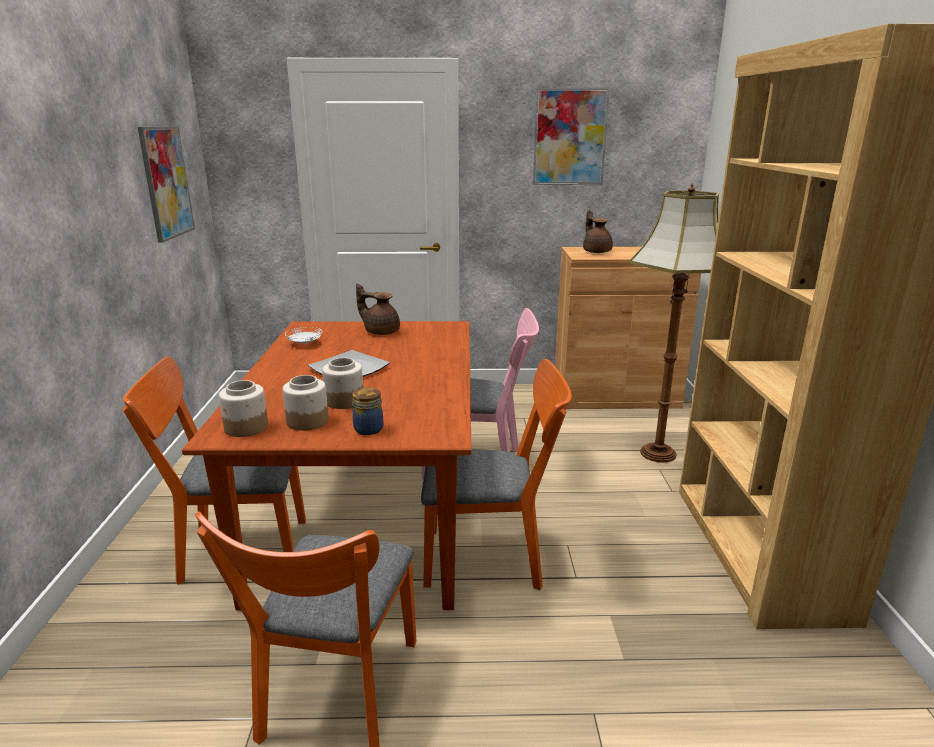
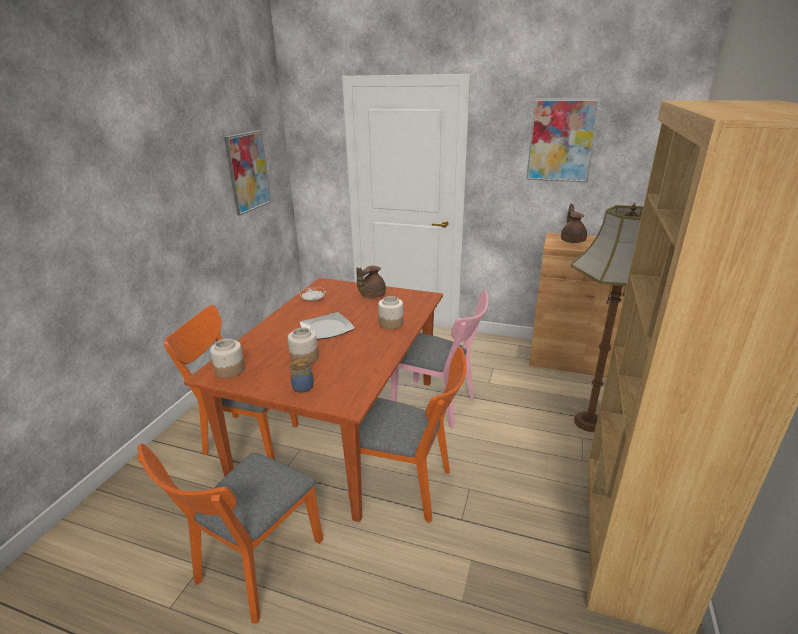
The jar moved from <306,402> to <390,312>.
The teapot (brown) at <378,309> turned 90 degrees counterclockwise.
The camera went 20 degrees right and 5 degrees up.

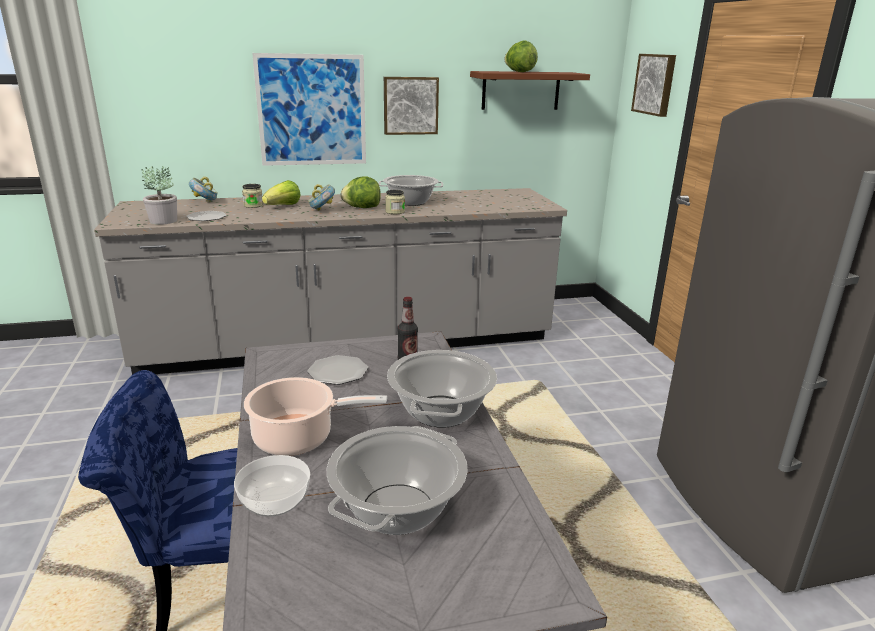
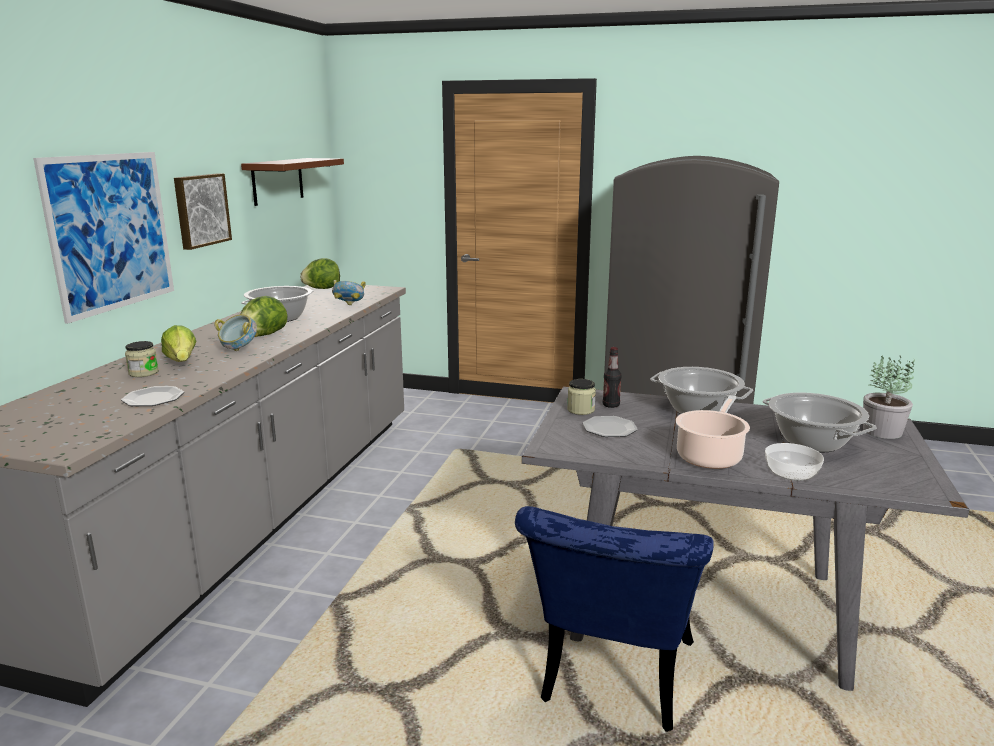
The picture at <653,85> disappeared.
The potted plant moved from <159,195> to <889,397>.
The bowl moved from <203,190> to <349,292>.
The jar moved from <395,202> to <581,397>.
The lettuce moved from <521,56> to <320,273>.
The camera went 60 degrees left and 5 degrees down.

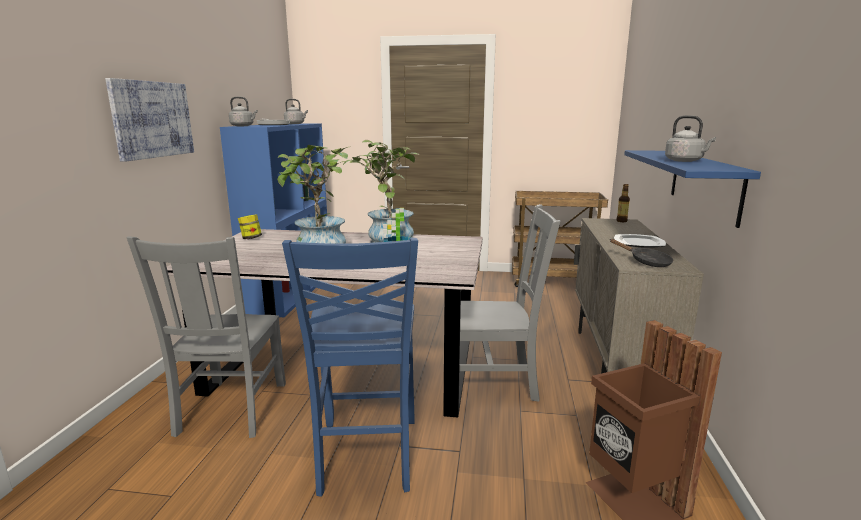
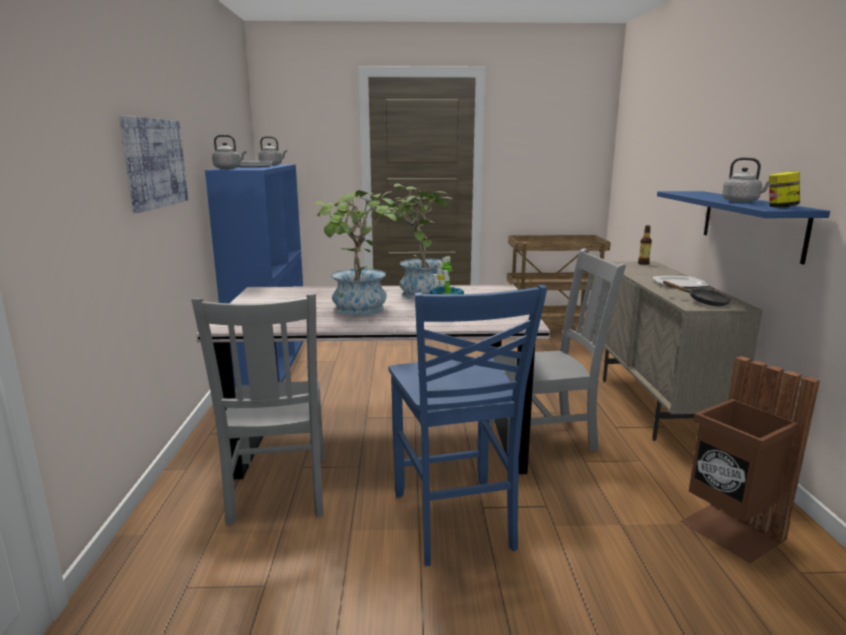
The jar moved from <250,227> to <784,189>.
The camera went 10 degrees left and 0 degrees up.

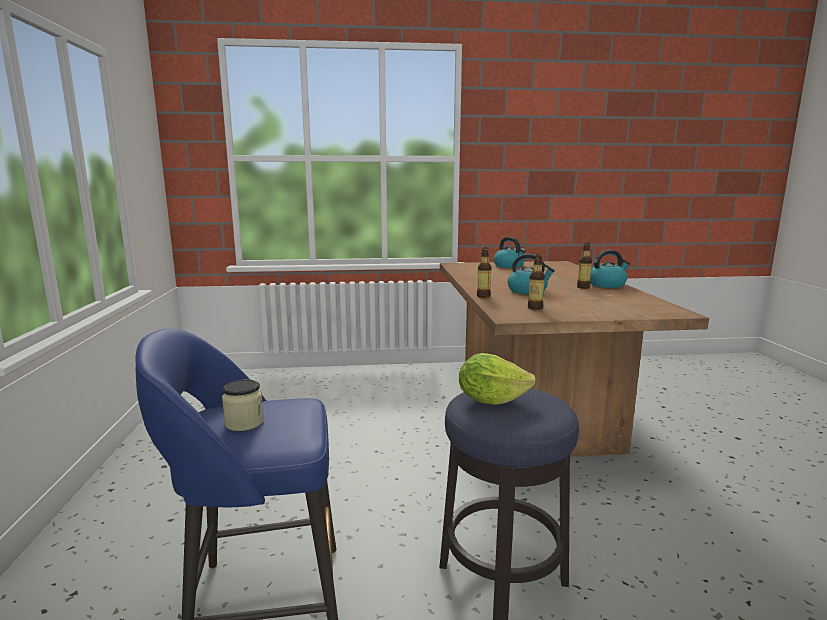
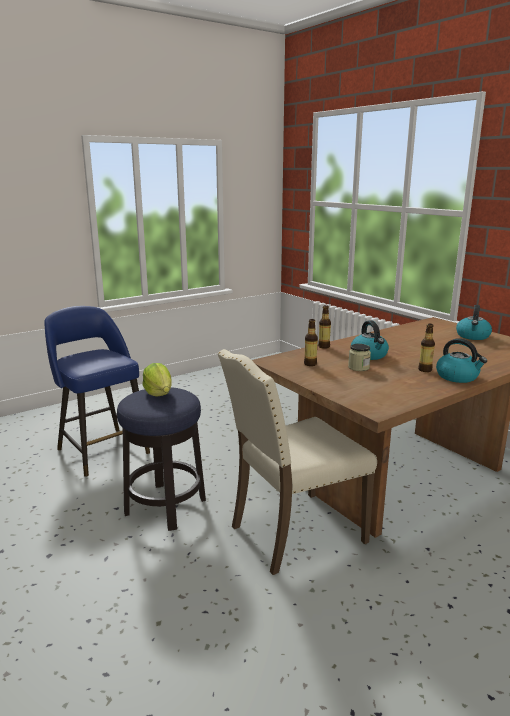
The chair (beige) at <297,462> appeared.
The jar moved from <243,405> to <359,357>.
The camera went 60 degrees right and 5 degrees up.

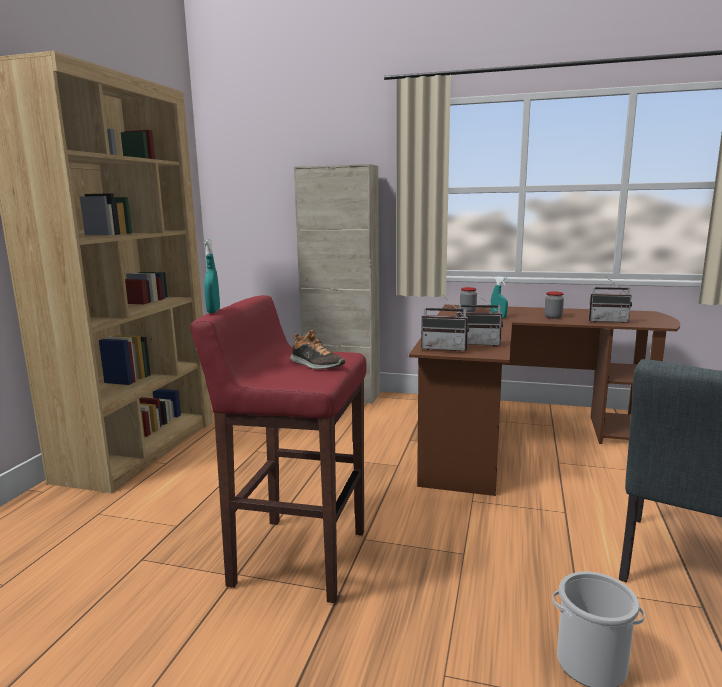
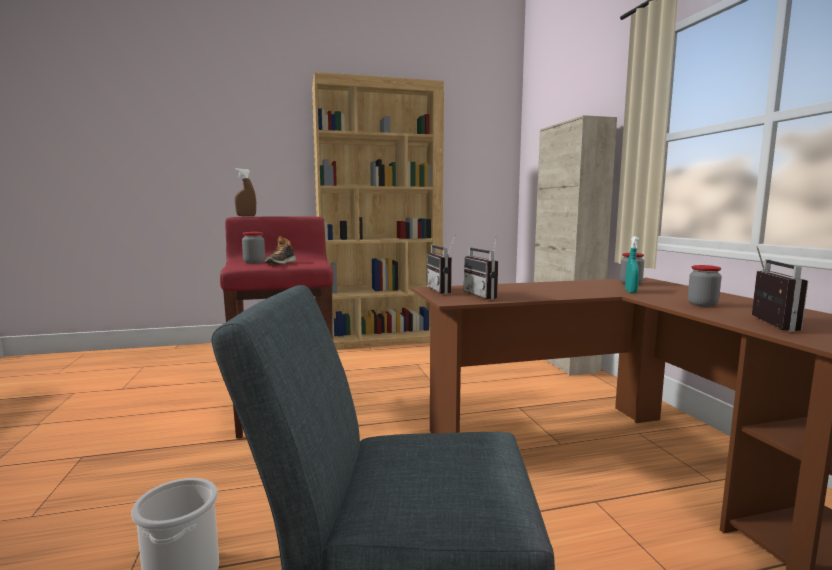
The jar at <253,248> appeared.
The spray bottle (turquoise) at <212,276> became the spray bottle (brown) at <245,192>.
The radio at <610,299> turned 150 degrees counterclockwise.
The camera went 60 degrees right and 5 degrees down.

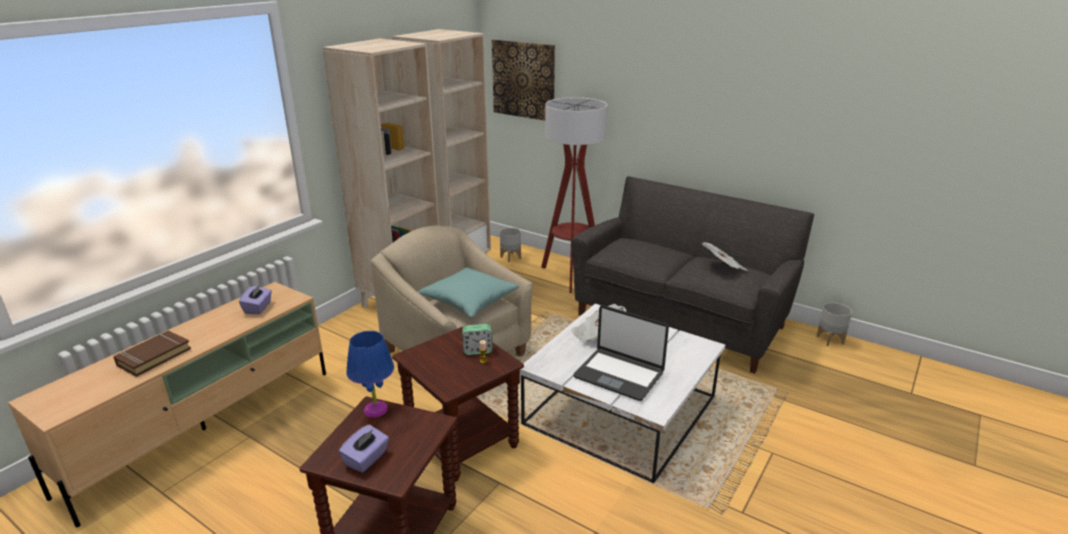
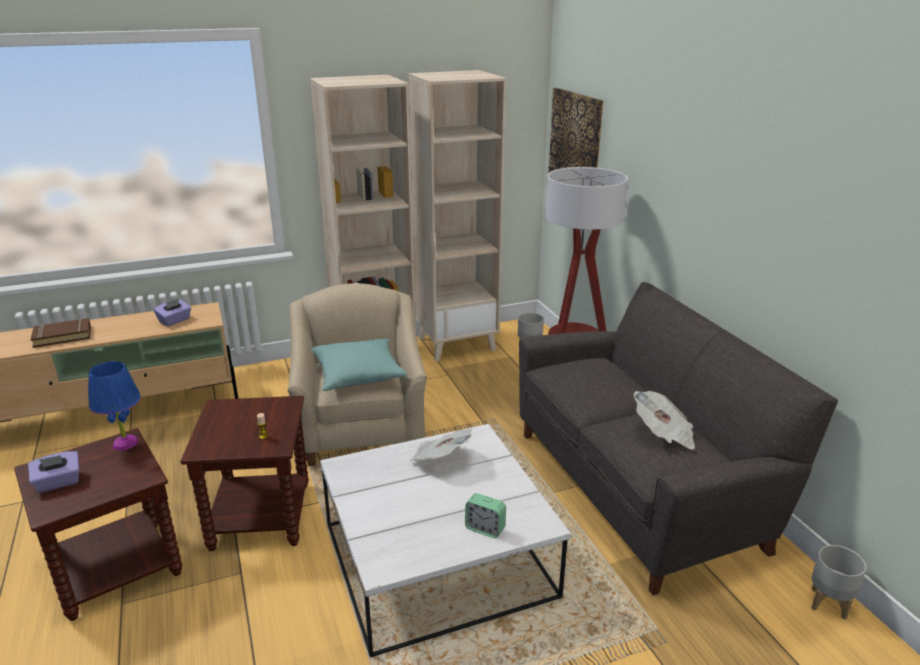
The laptop at <621,353> disappeared.
The alarm clock moved from <477,339> to <485,515>.
The camera went 35 degrees right and 0 degrees up.

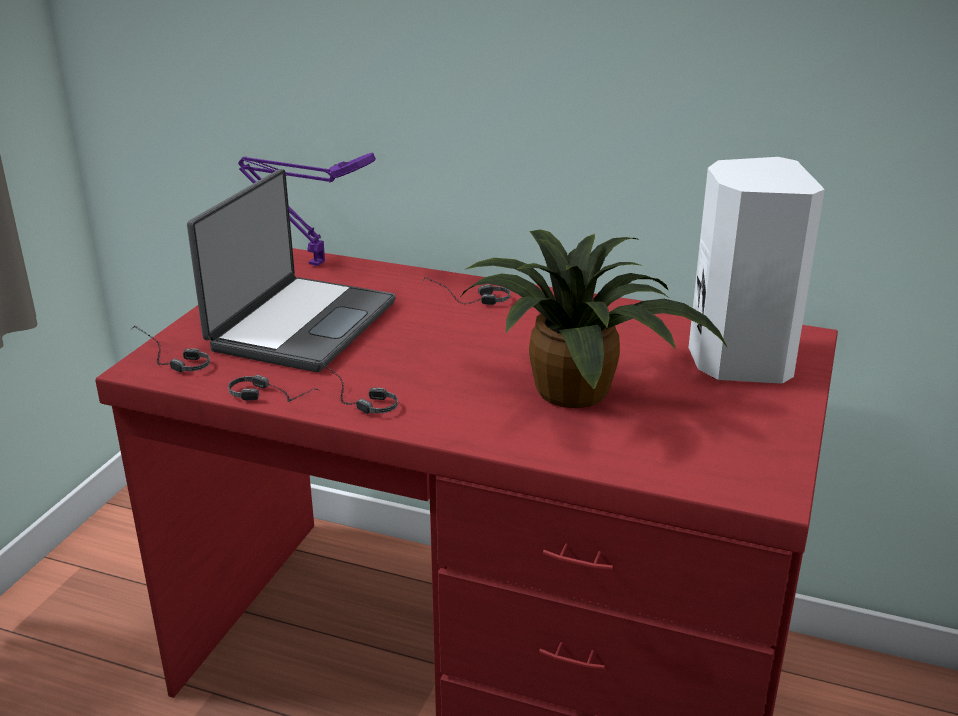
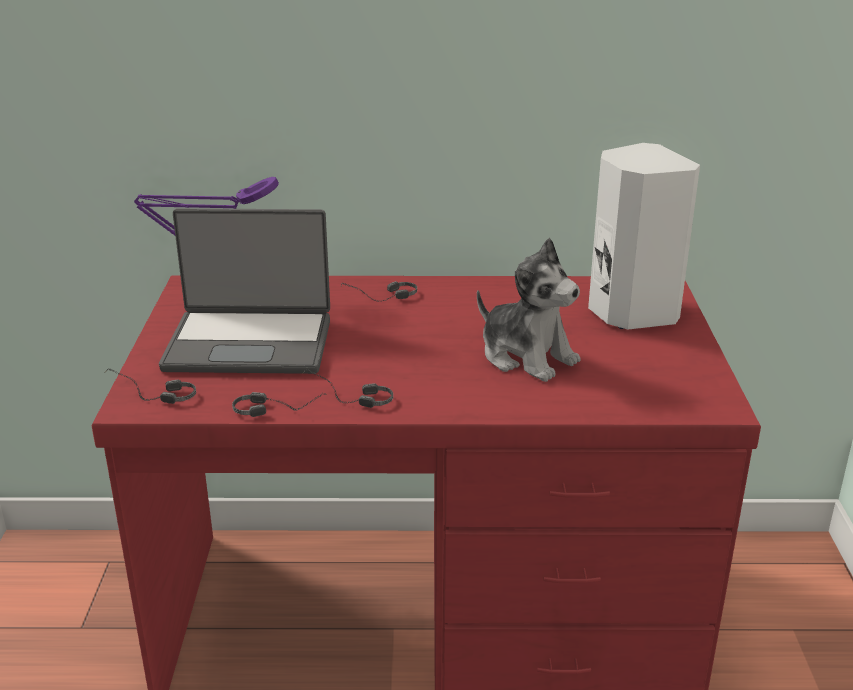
The potted plant at <594,319> was replaced by the plush toy at <528,310>.
The laptop at <291,270> turned 90 degrees clockwise.
The camera went 20 degrees left and 0 degrees up.

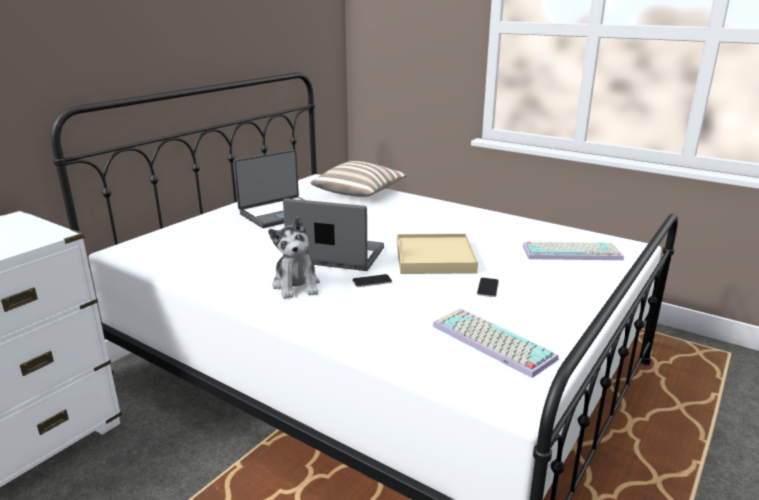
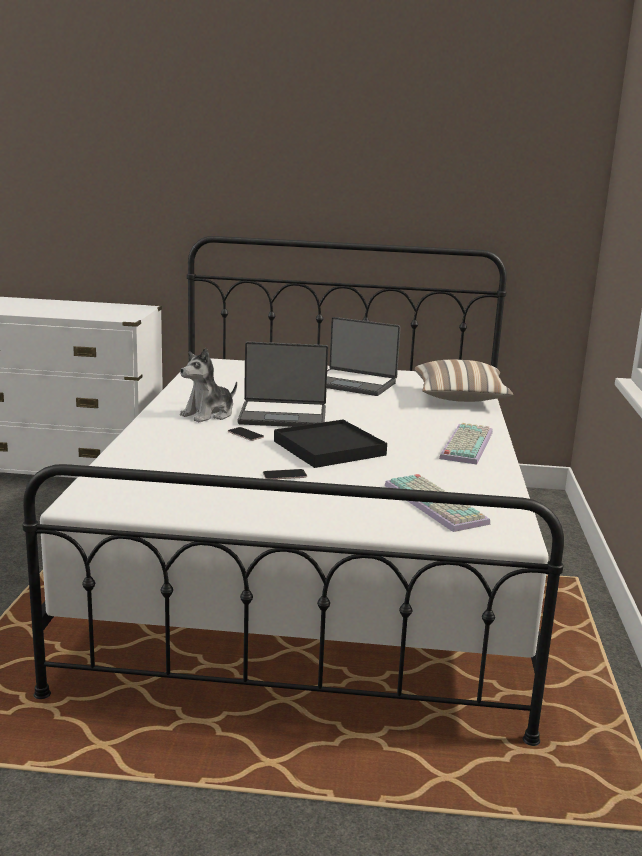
The keyboard moved from <496,343> to <466,444>.
The tray (beige) at <437,254> became the tray (black) at <330,444>.
The laptop at <333,234> turned 105 degrees clockwise.
The camera went 60 degrees right and 5 degrees down.

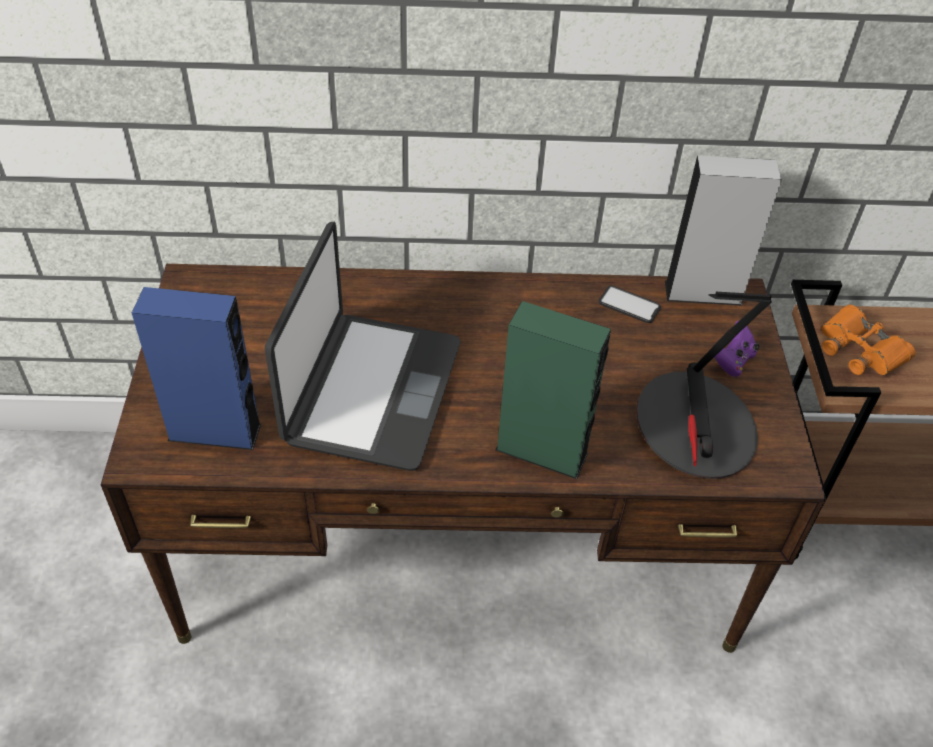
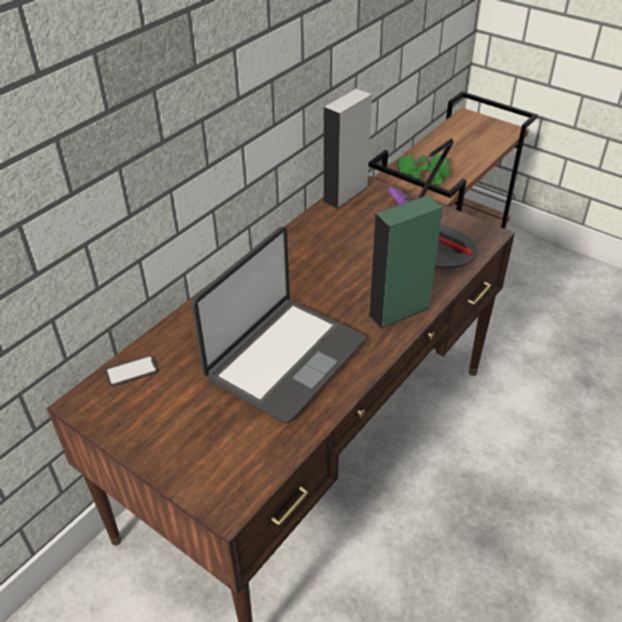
The speaker (blue) at <197,368> disappeared.
The phone moved from <629,304> to <131,370>.
The binoculars (orange) at <868,340> became the binoculars (green) at <423,170>.
The laptop at <363,346> turned 75 degrees clockwise.
The camera went 50 degrees left and 5 degrees down.

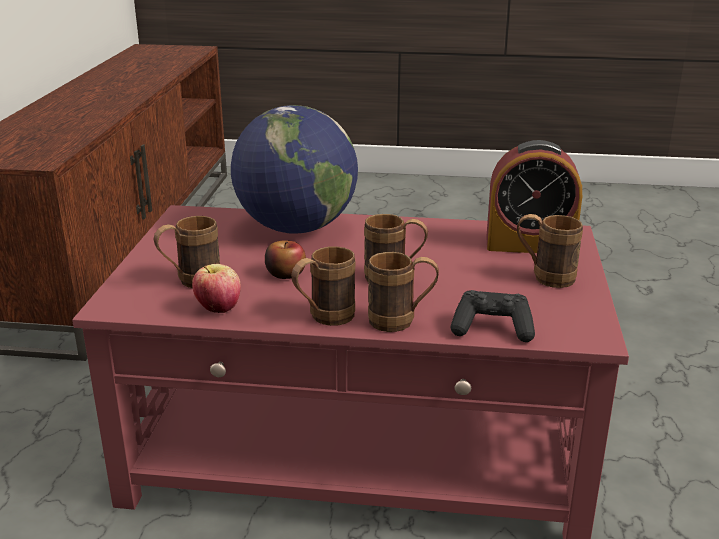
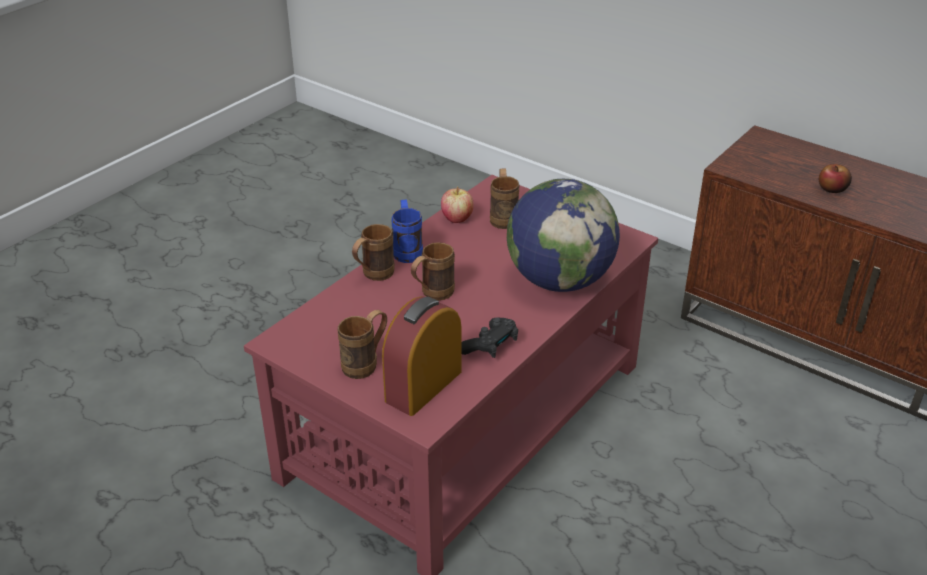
The apple moved from <285,259> to <835,178>.
The game controller (black) moved from <492,316> to <490,338>.
The mug (brown) at <323,286> became the mug (blue) at <407,231>.
The camera went 120 degrees right and 10 degrees up.

